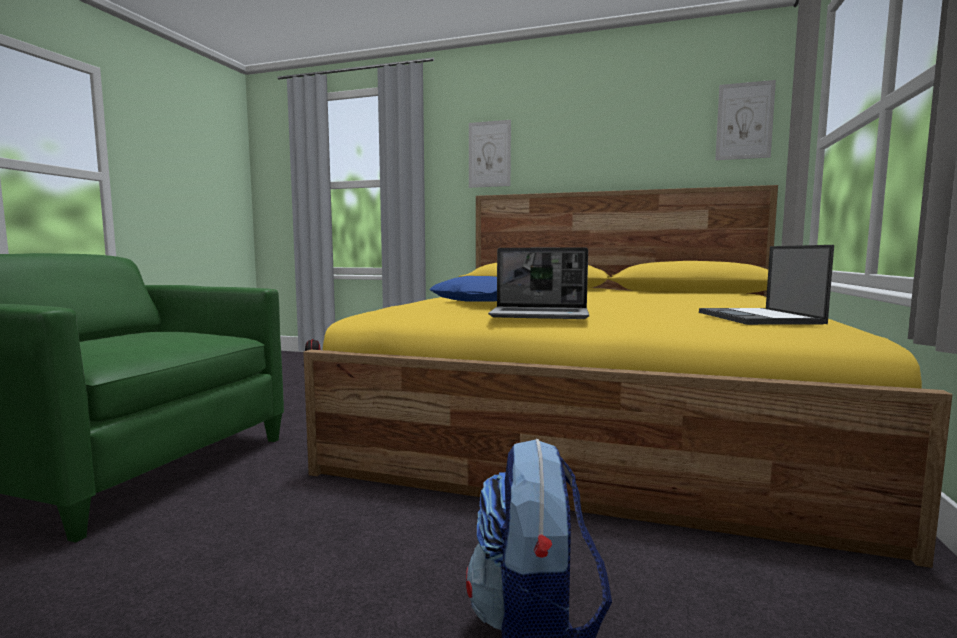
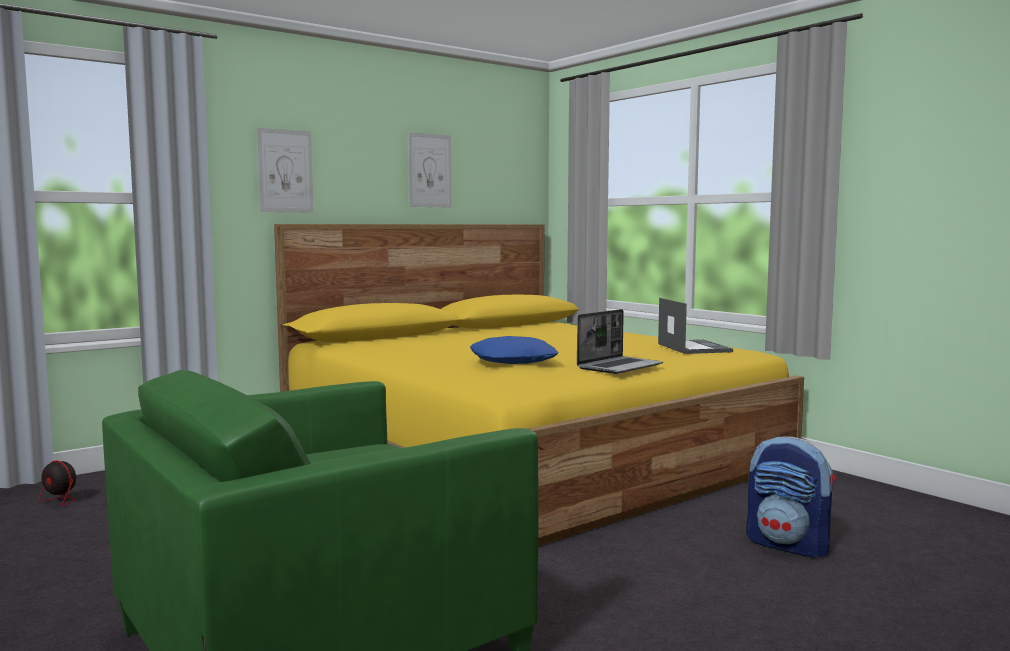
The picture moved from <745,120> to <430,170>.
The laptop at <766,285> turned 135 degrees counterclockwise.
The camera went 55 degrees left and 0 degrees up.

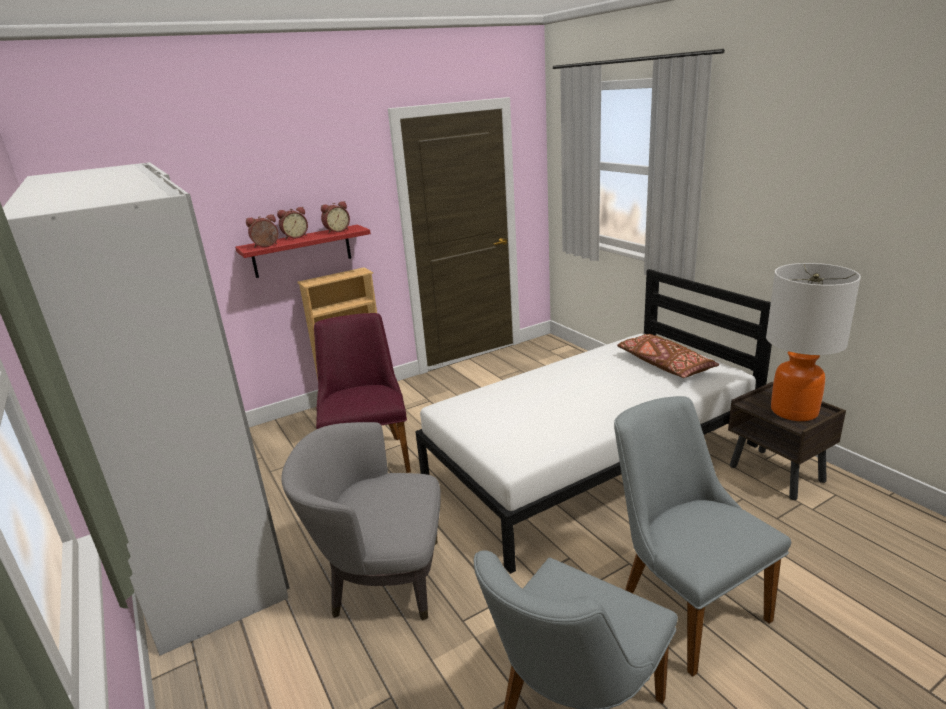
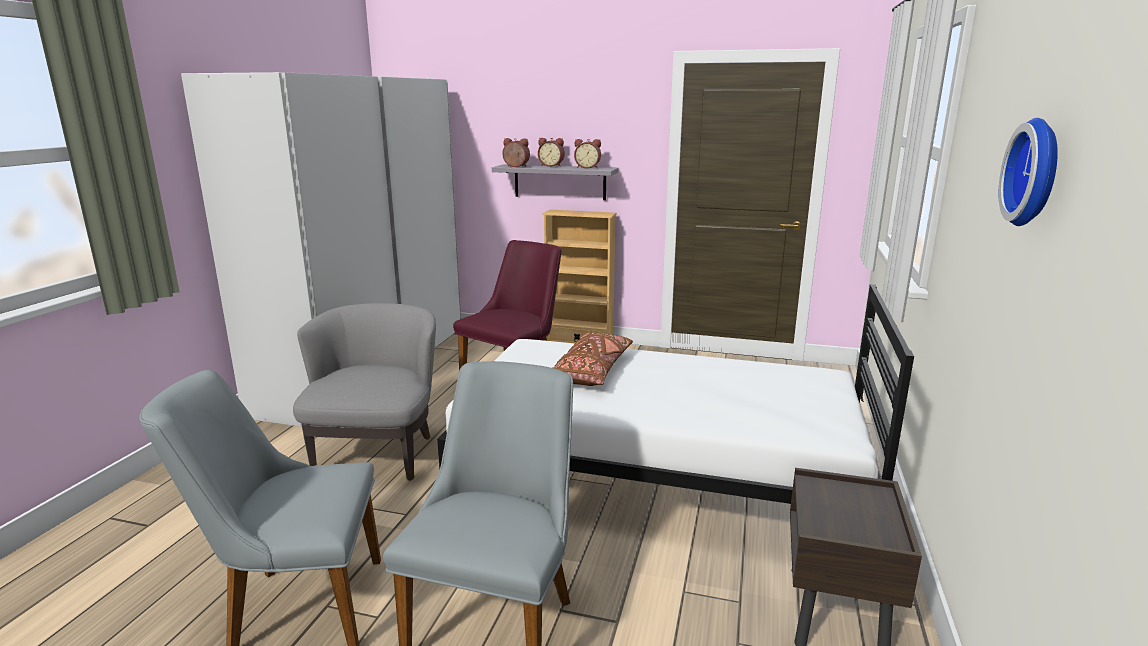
The table lamp at <813,342> disappeared.
The wall clock at <1028,172> appeared.
The pillow (brown) moved from <668,356> to <593,359>.
The shelf (red) at <303,251> became the shelf (grey) at <555,182>.
The armchair (grey) at <361,521> turned 45 degrees clockwise.
The camera went 45 degrees right and 5 degrees down.

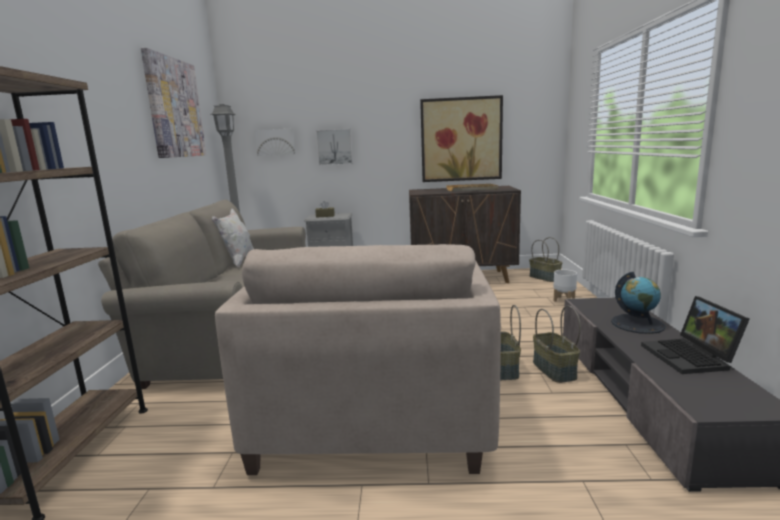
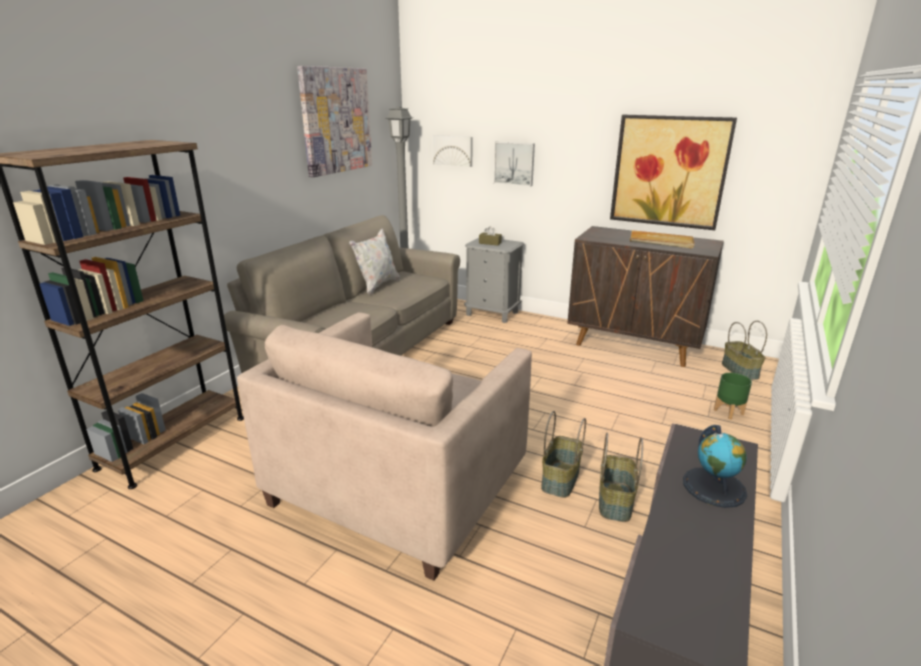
The laptop at <695,335> disappeared.
The planter (white) at <565,286> became the planter (green) at <733,396>.
The camera went 25 degrees right and 10 degrees up.

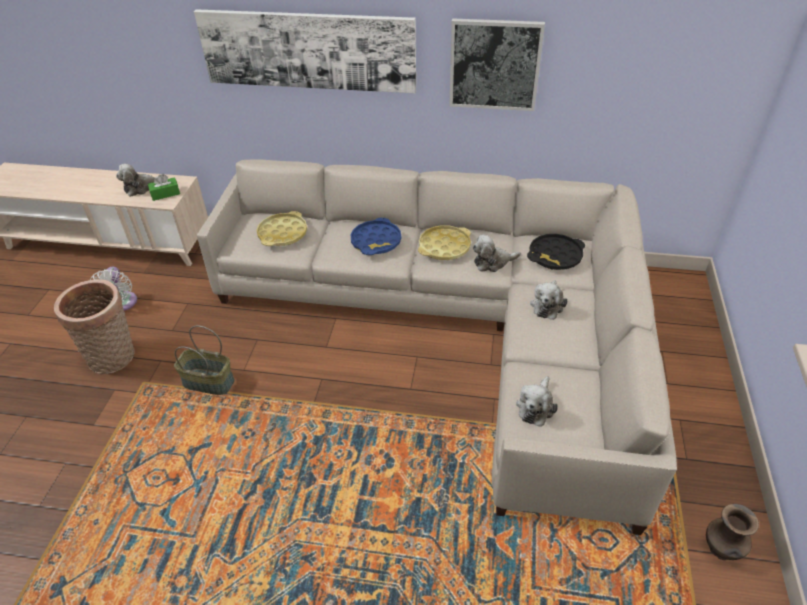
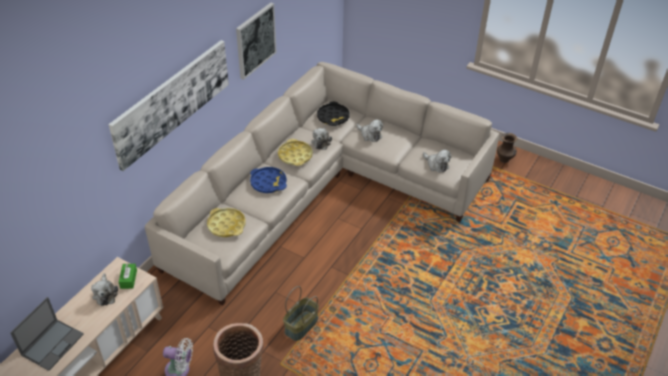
The laptop at <47,334> appeared.
The camera went 70 degrees left and 0 degrees up.

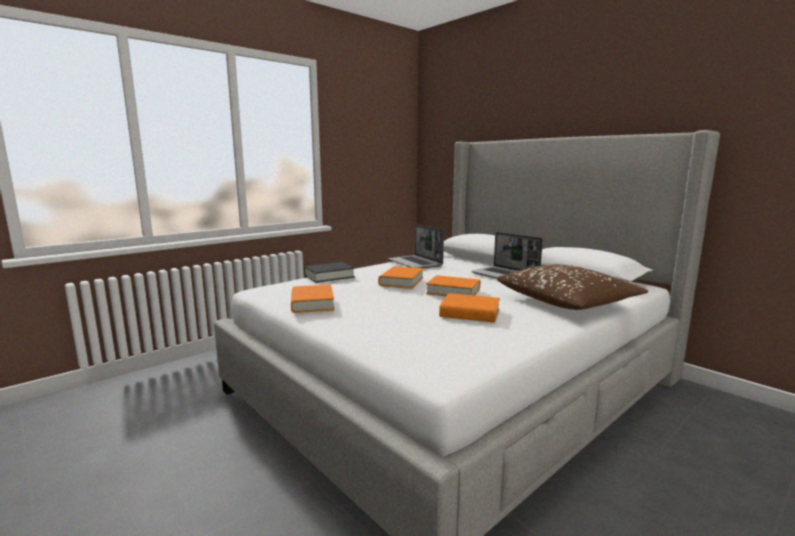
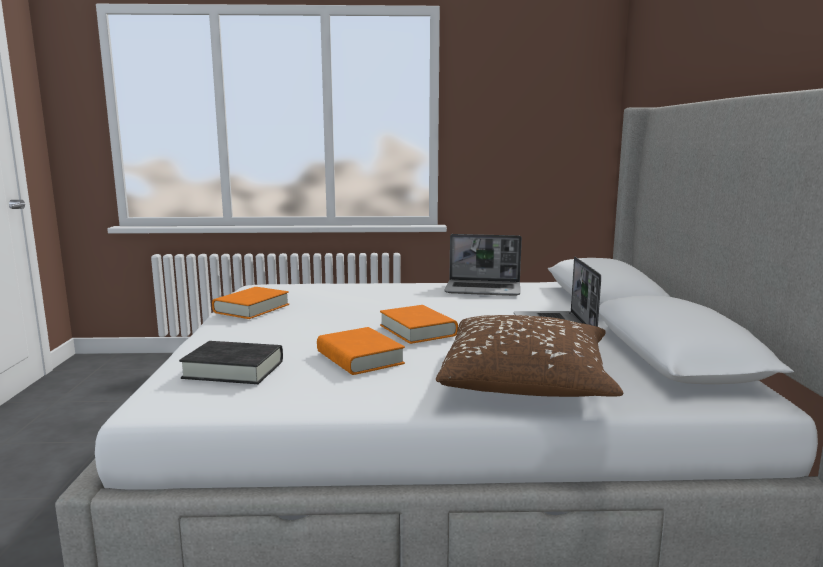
The book (orange) at <400,277> disappeared.
The book (black) moved from <329,272> to <231,362>.
The laptop at <416,246> turned 90 degrees counterclockwise.
The camera went 40 degrees right and 0 degrees up.

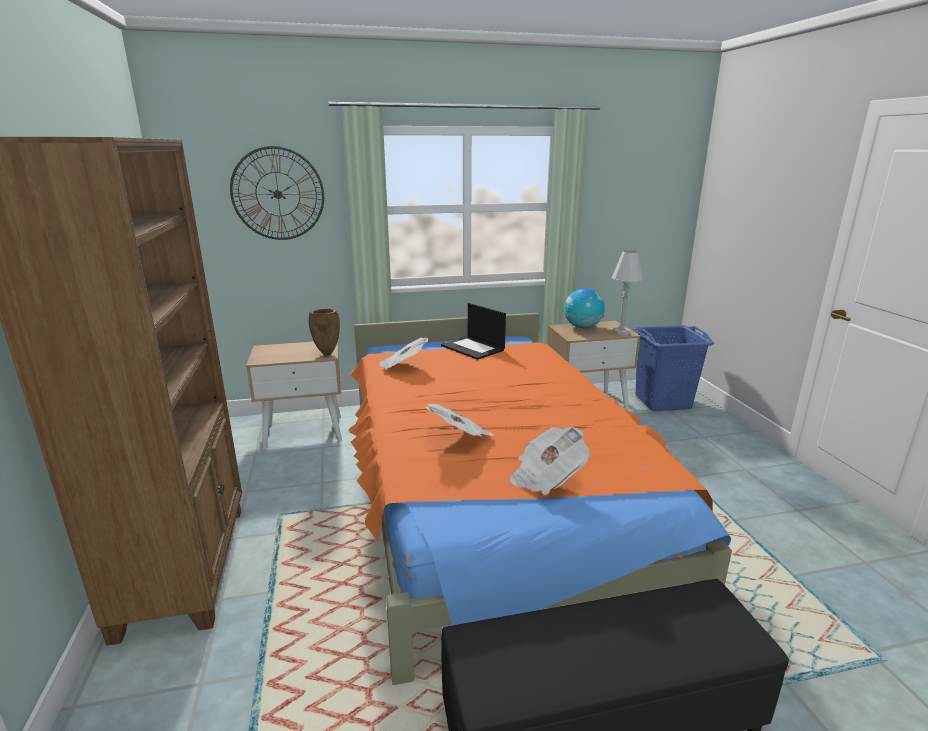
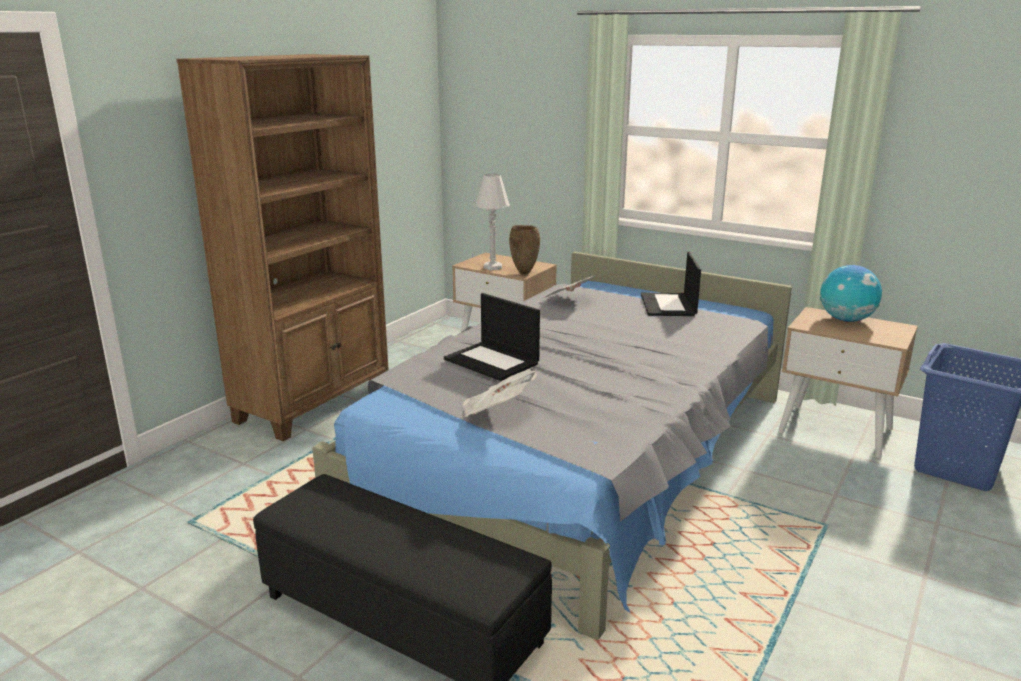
The wall clock at <277,193> disappeared.
The table lamp (white) moved from <627,292> to <492,222>.
The newspaper at <459,420> was replaced by the laptop at <492,337>.
The bed (orange) at <540,499> became the bed (grey) at <552,446>.
The camera went 45 degrees right and 0 degrees up.

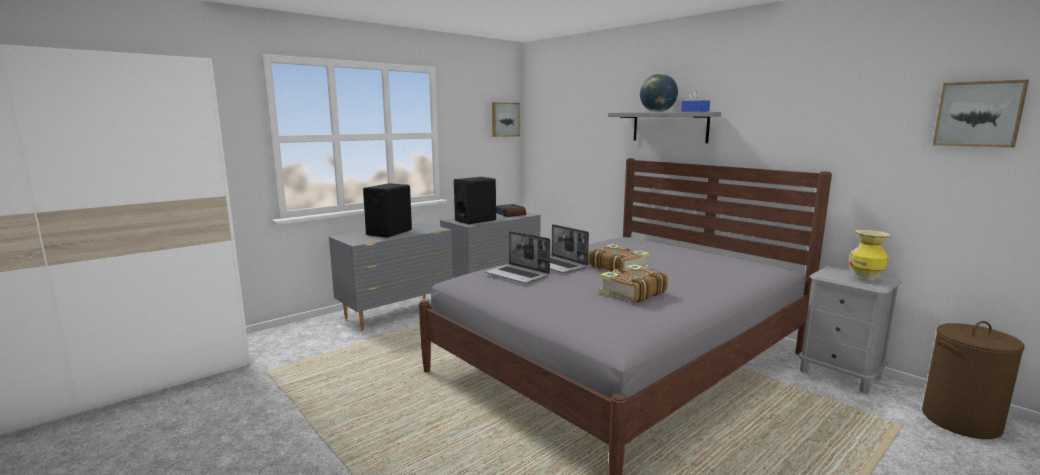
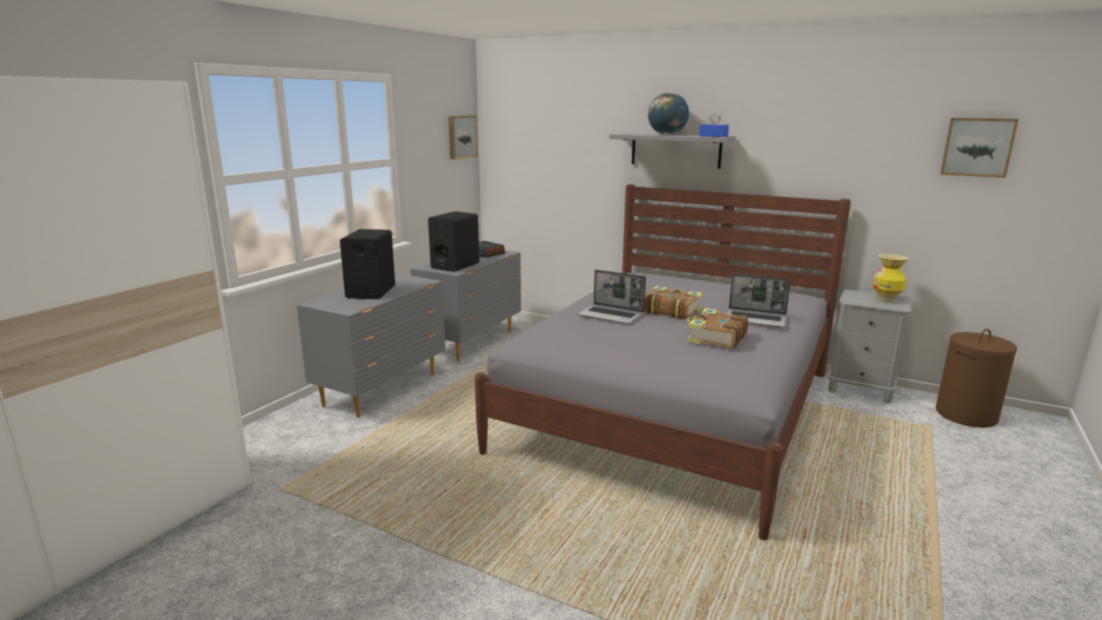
The laptop moved from <517,257> to <759,300>.
The camera went 20 degrees left and 5 degrees up.

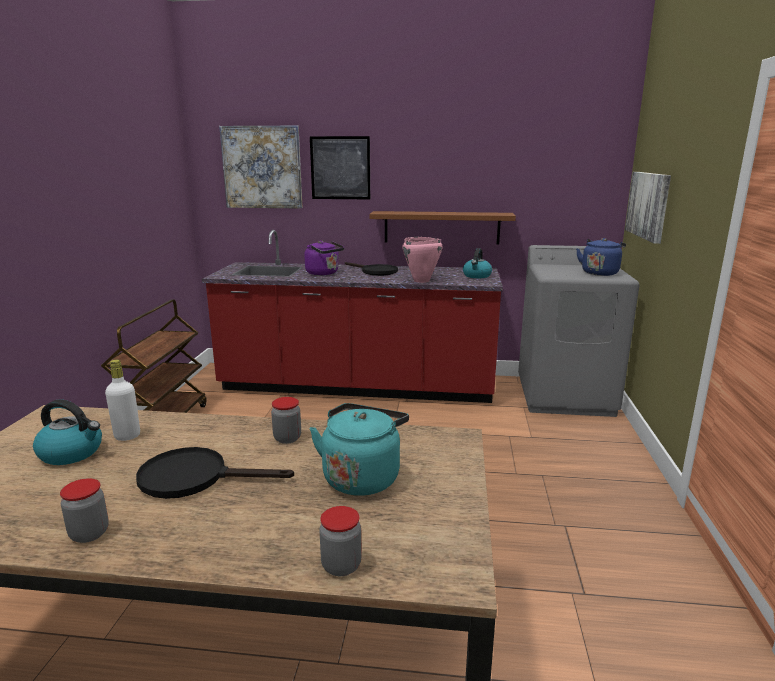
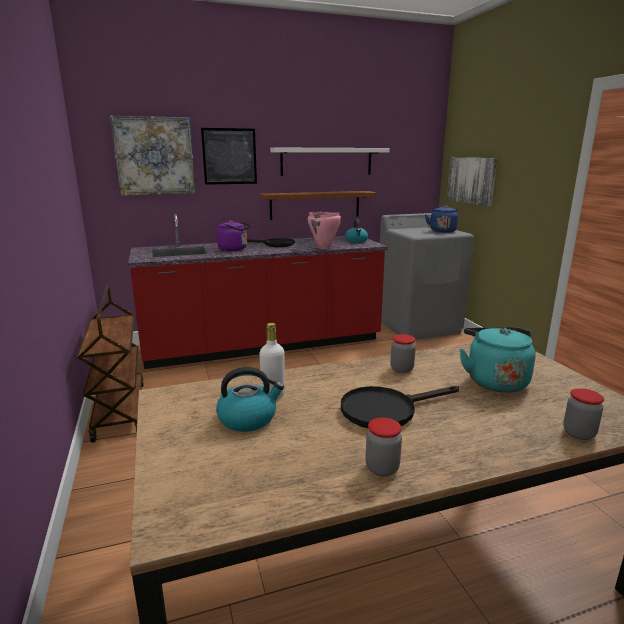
The shelf (white) at <330,162> appeared.
The camera went 25 degrees left and 0 degrees up.

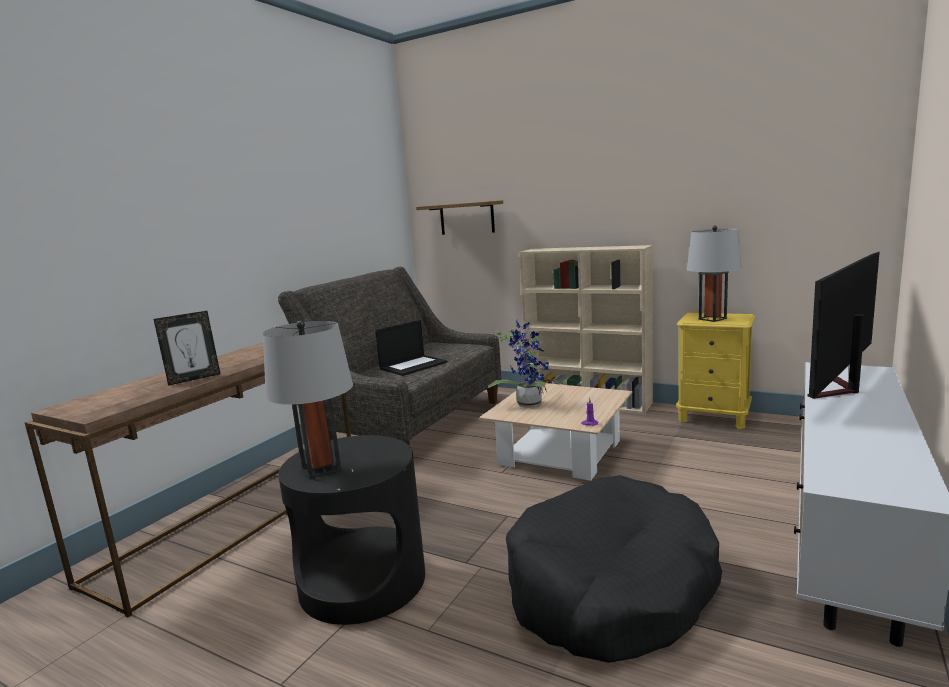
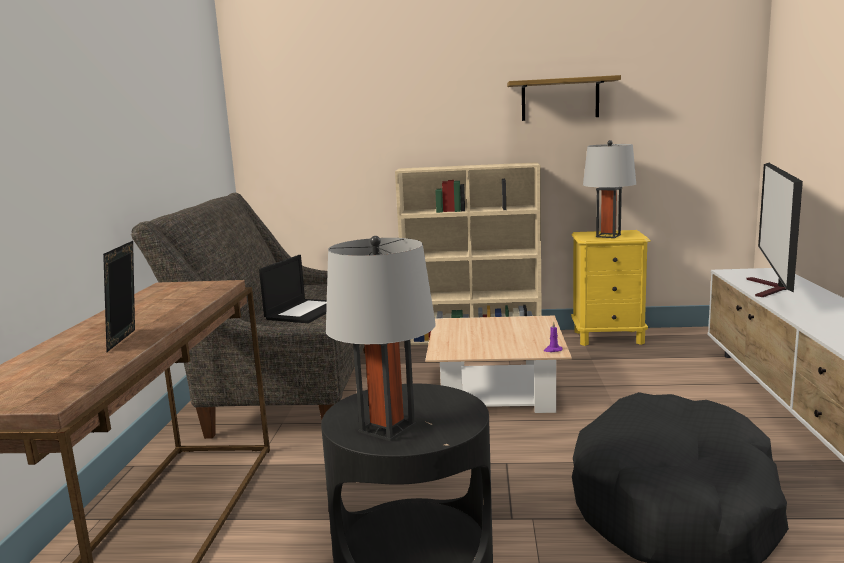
The potted plant at <525,364> disappeared.
The shelf moved from <459,217> to <564,98>.
The picture frame at <187,348> turned 150 degrees clockwise.
The camera went 25 degrees left and 0 degrees up.

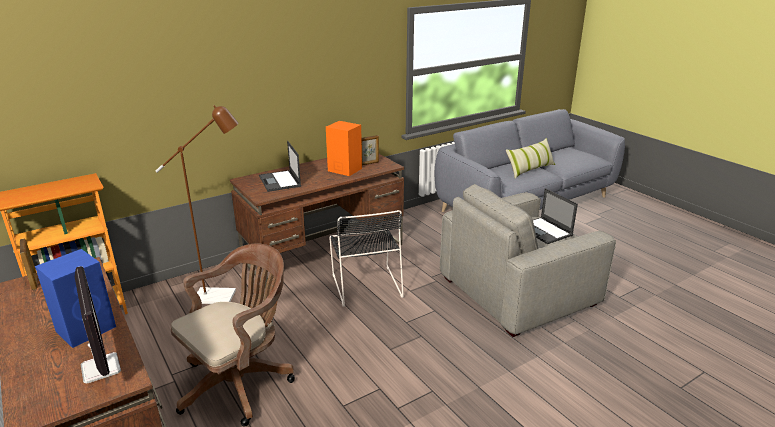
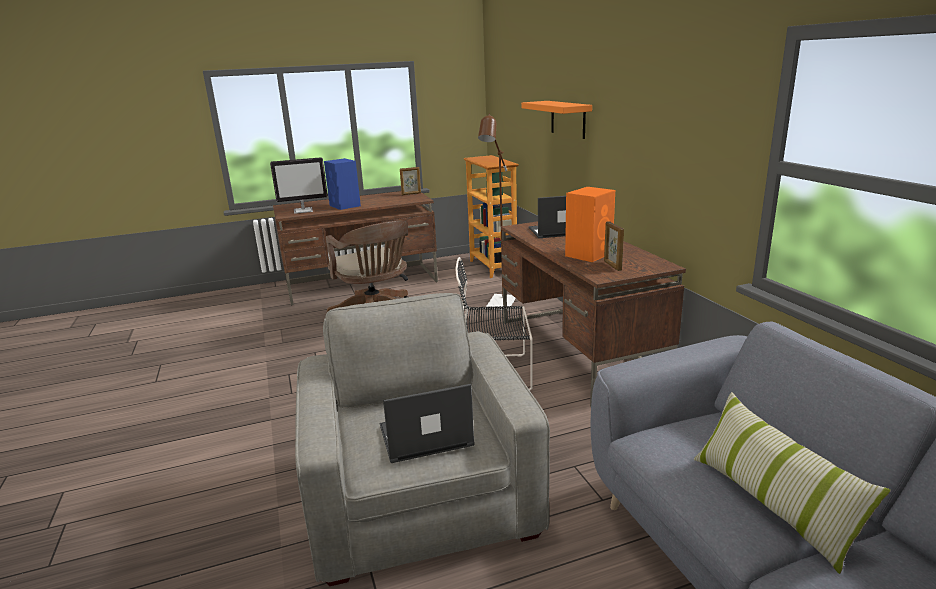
The shelf (orange) at <556,120> appeared.
The camera went 105 degrees right and 5 degrees down.

